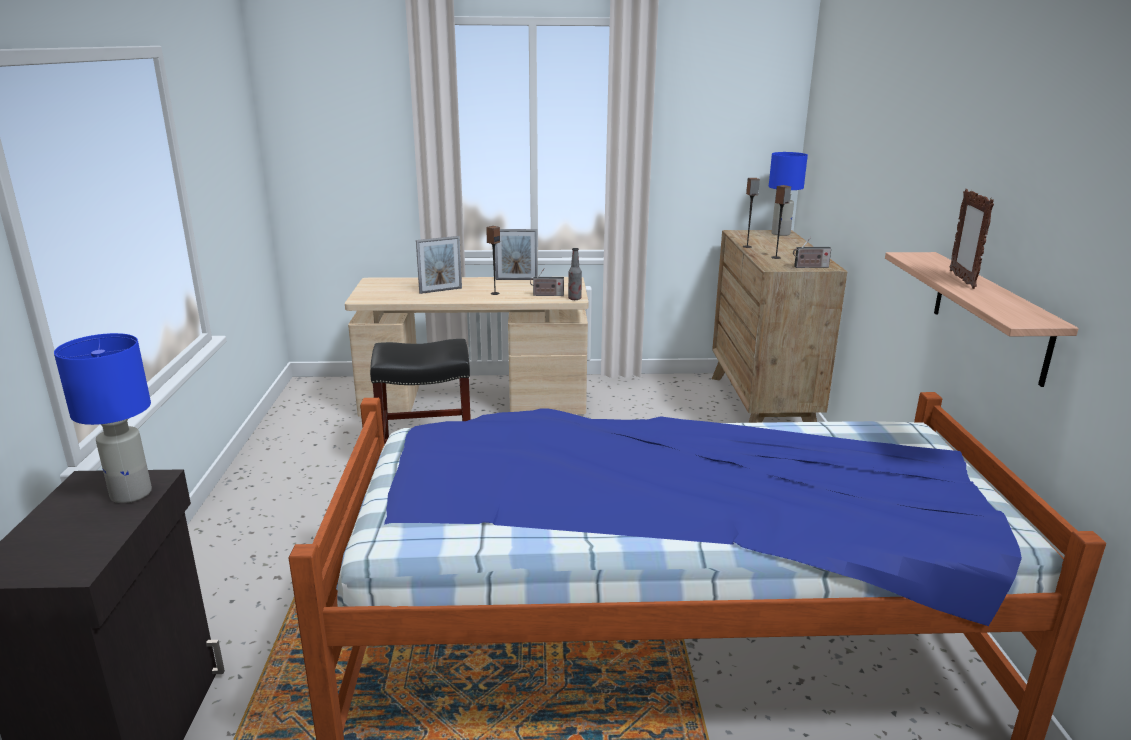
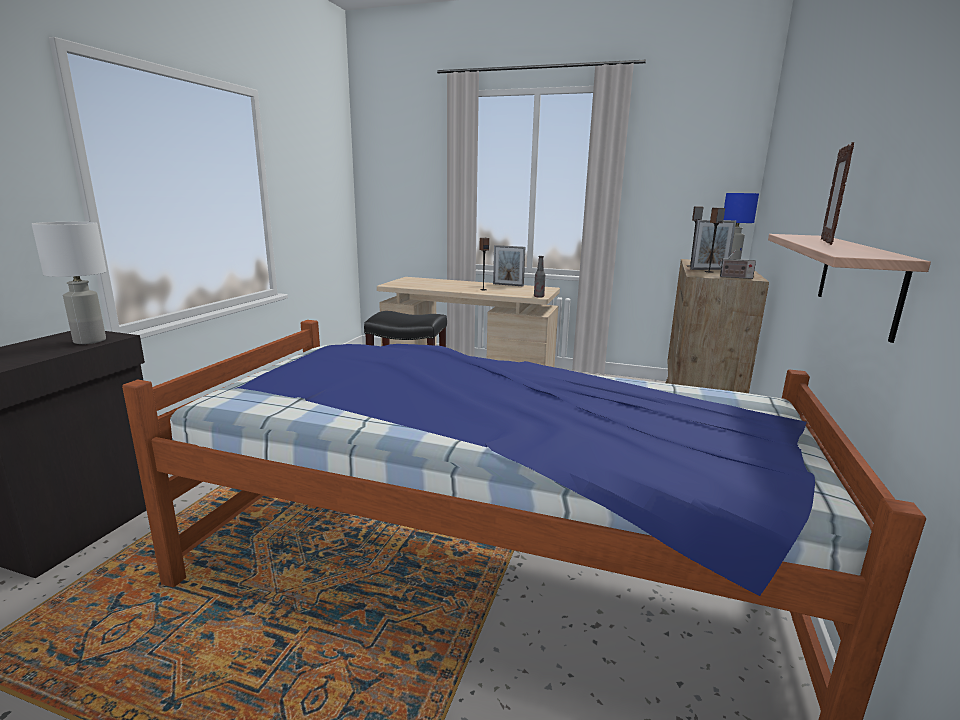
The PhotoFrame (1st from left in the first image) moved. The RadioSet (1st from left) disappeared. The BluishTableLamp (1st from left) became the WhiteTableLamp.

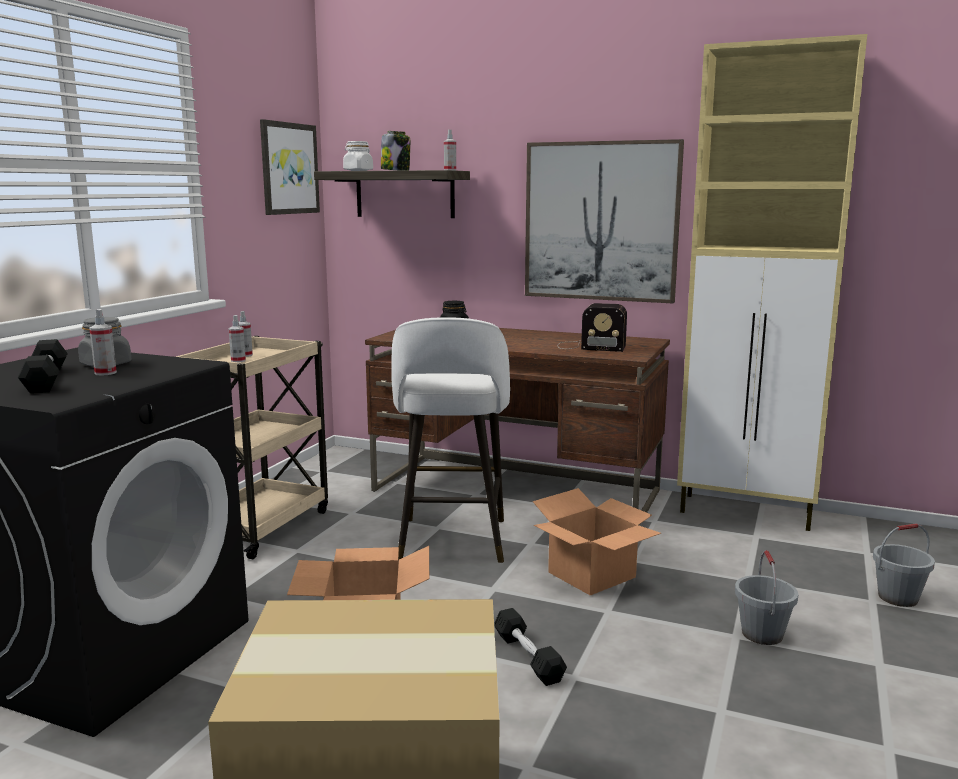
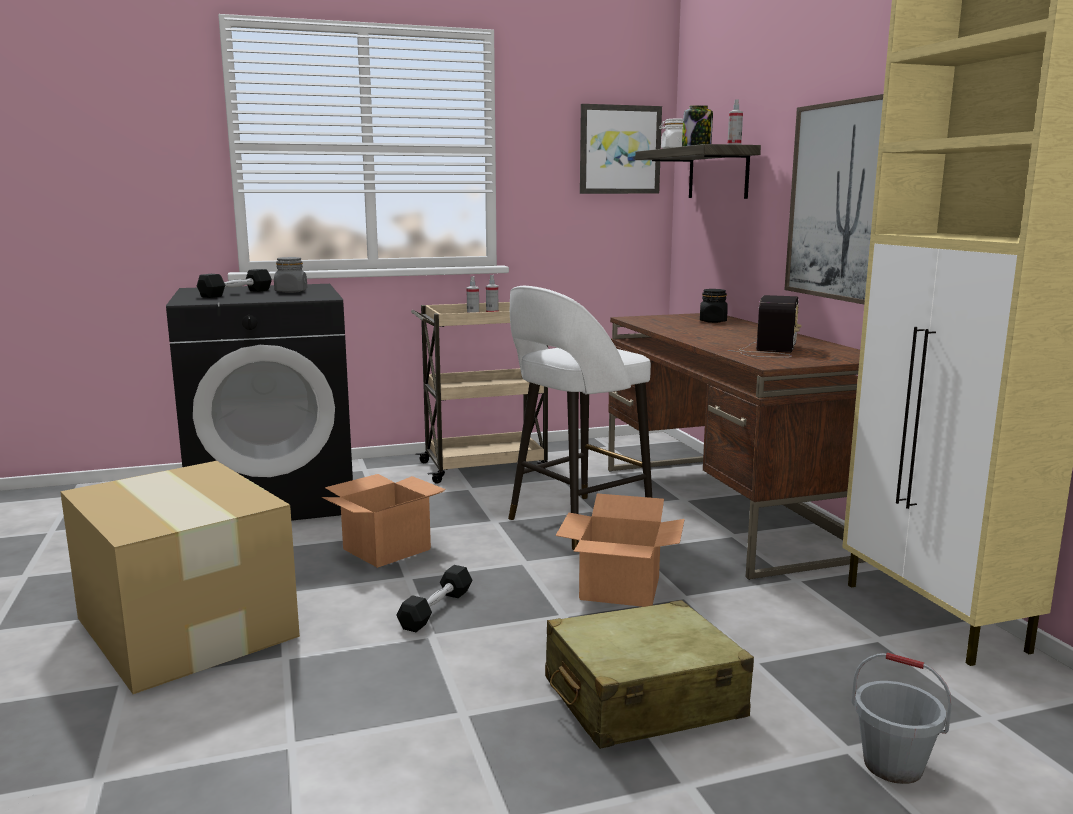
The RadioSet turned 135 degrees counterclockwise. The Sprayer (1st from left) disappeared. The GrayWaterBucket (1st from left) was replaced by the BeigeSuitcase.

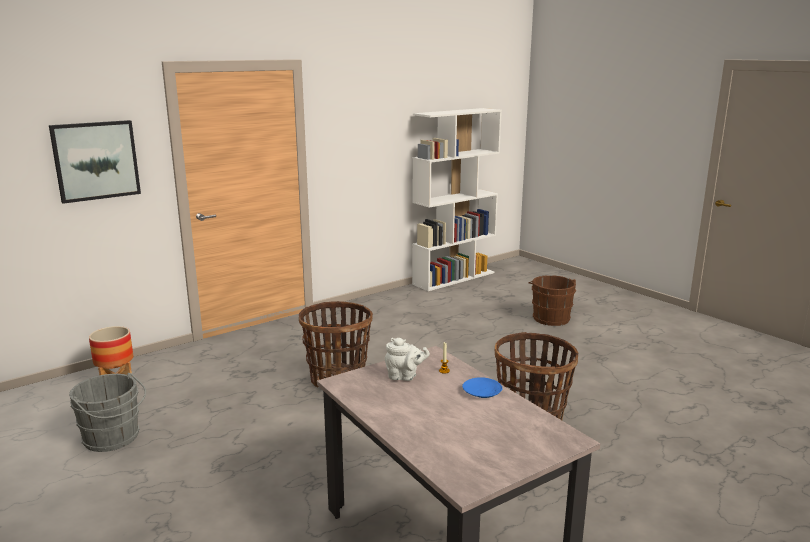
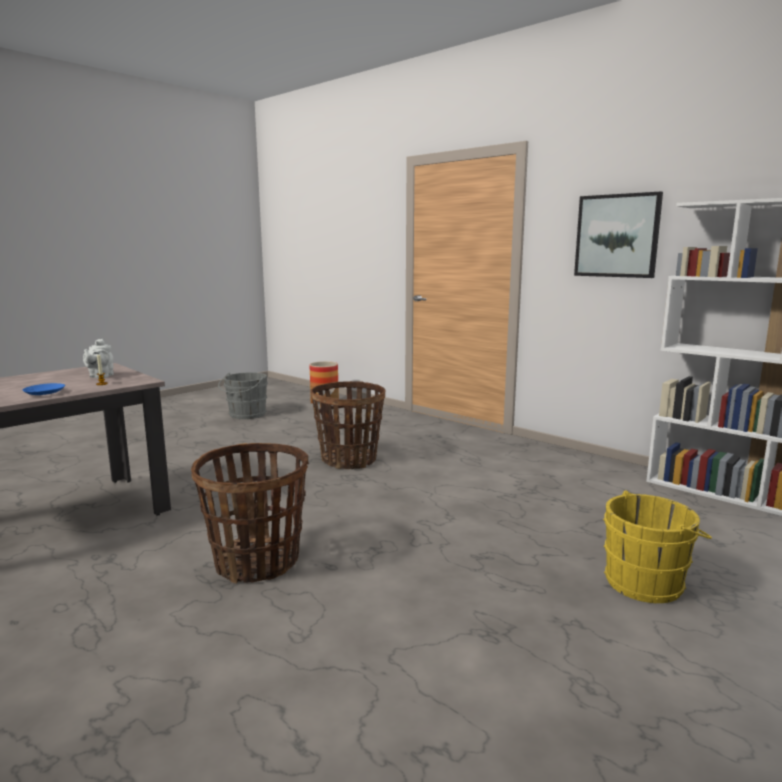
The WallArt moved. The BrownishWaterBucket became the YellowColouredWaterBucket.

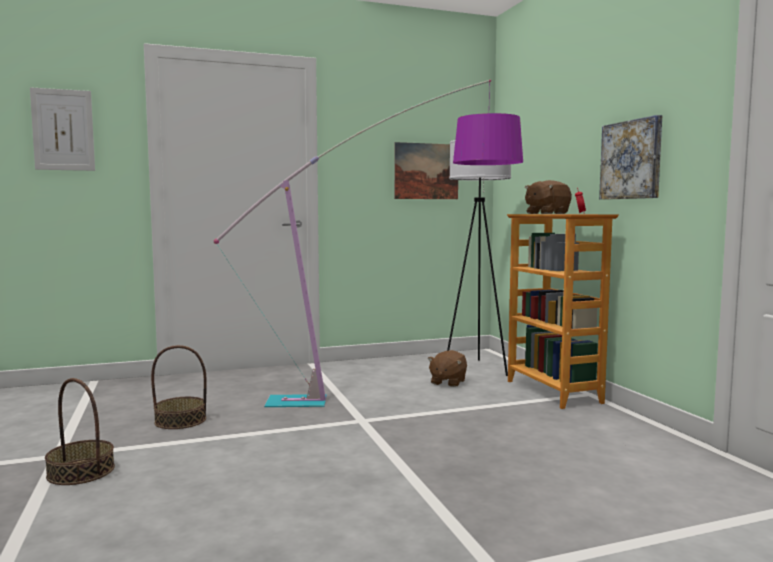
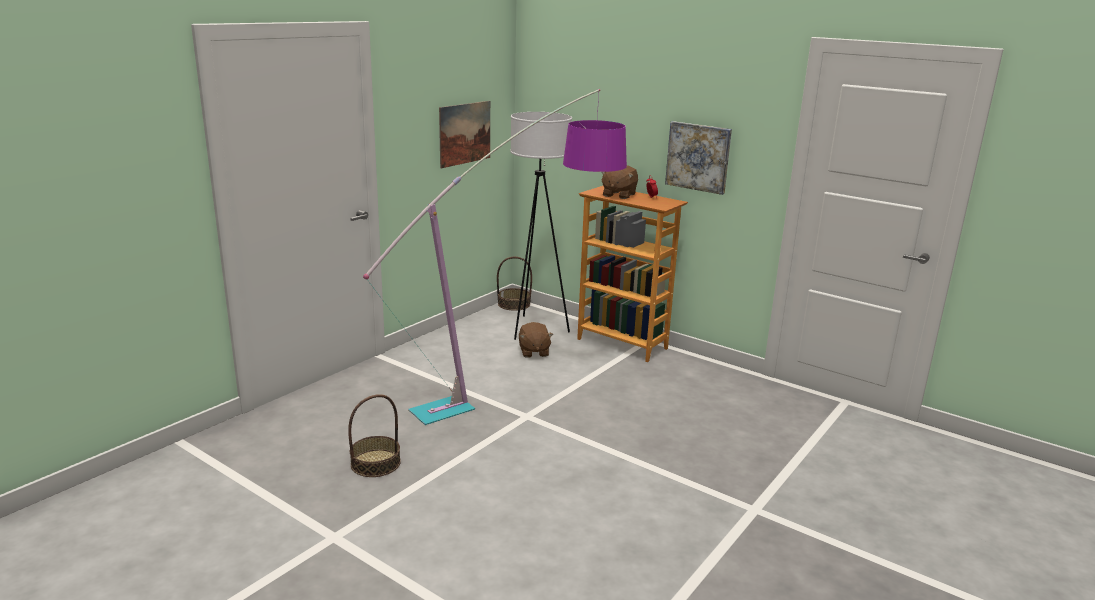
The WallArt (1st from left) disappeared. The StorageBasket (1st from left in the first image) moved.

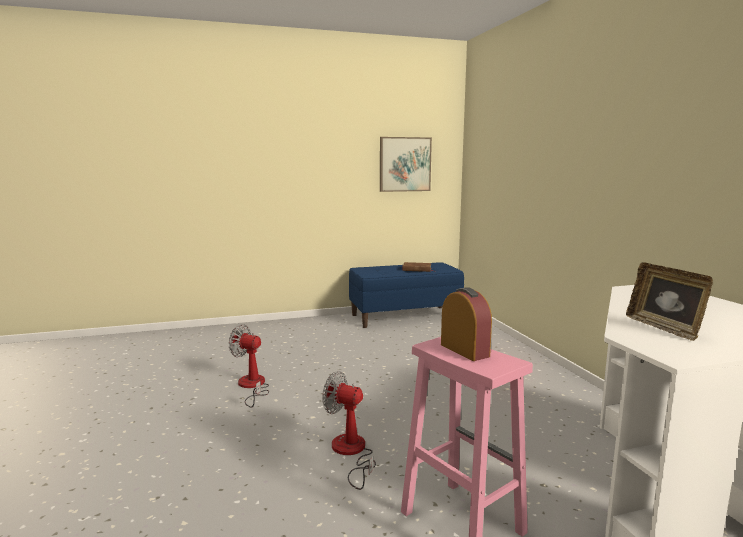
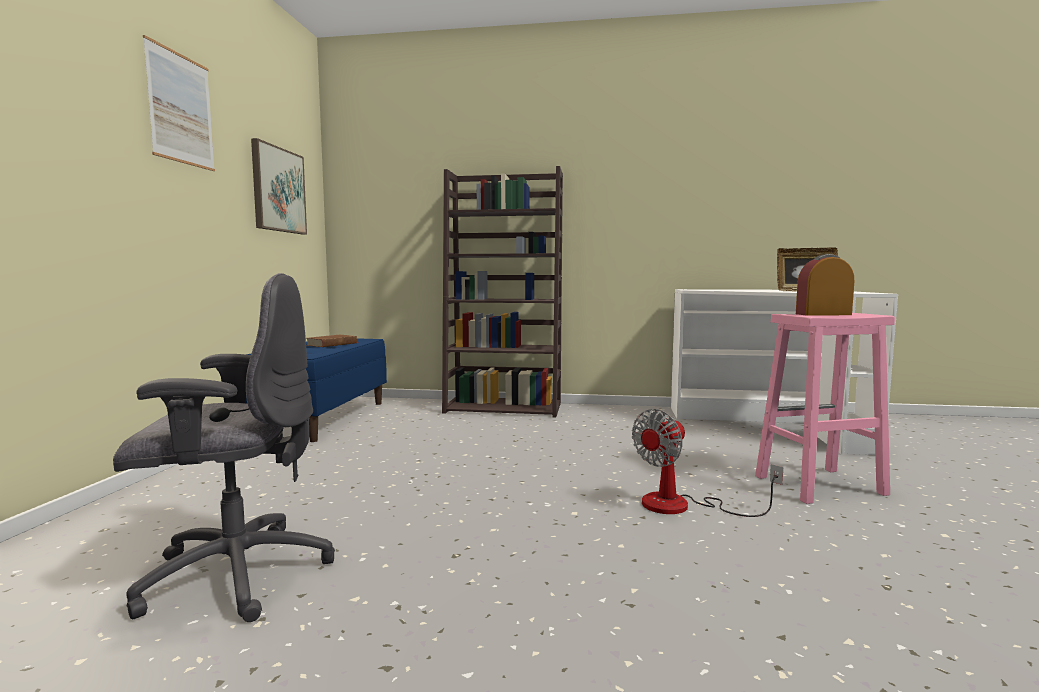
The ElectricFan (1st from left) disappeared. The WallArt (1st from left) appeared. The BrownishShelvingUnit appeared. The GrayOfficeChair appeared.

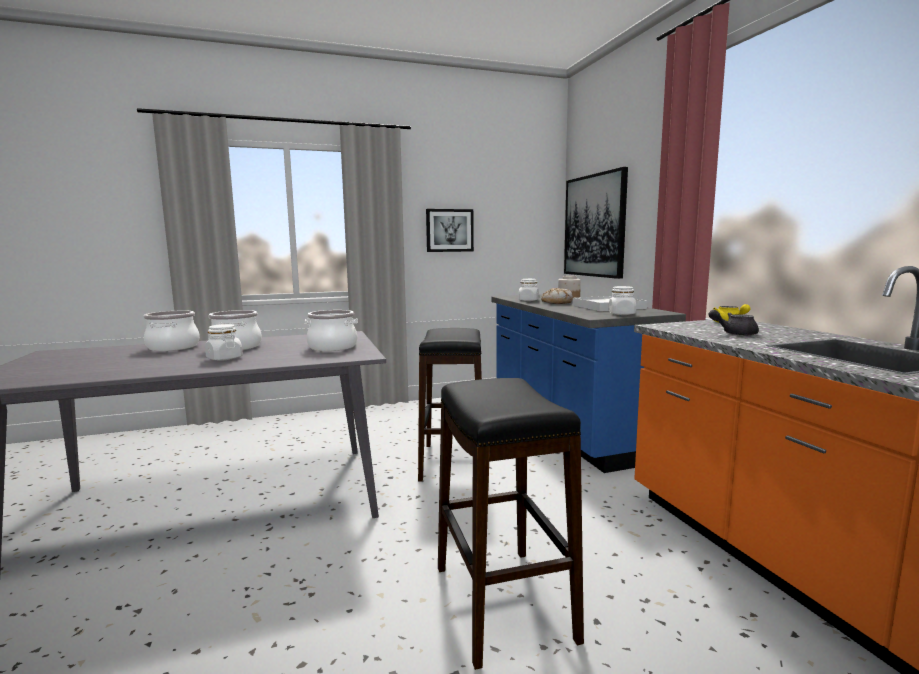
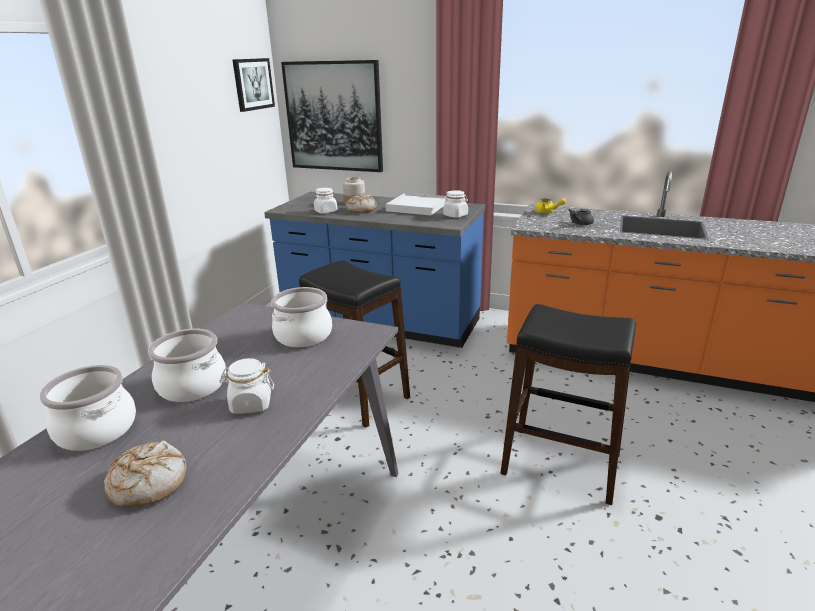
The WallArt (1st from left) moved. The Bread (1st from left) appeared.

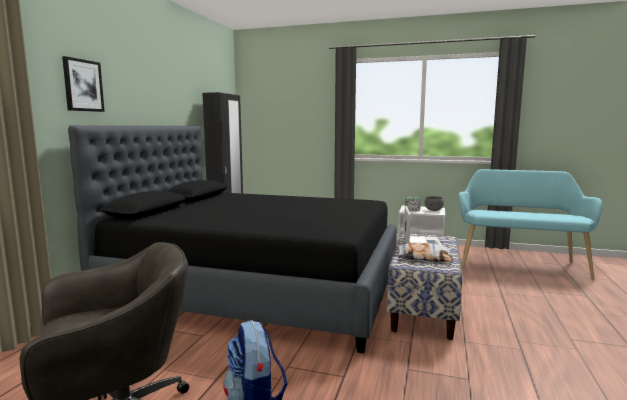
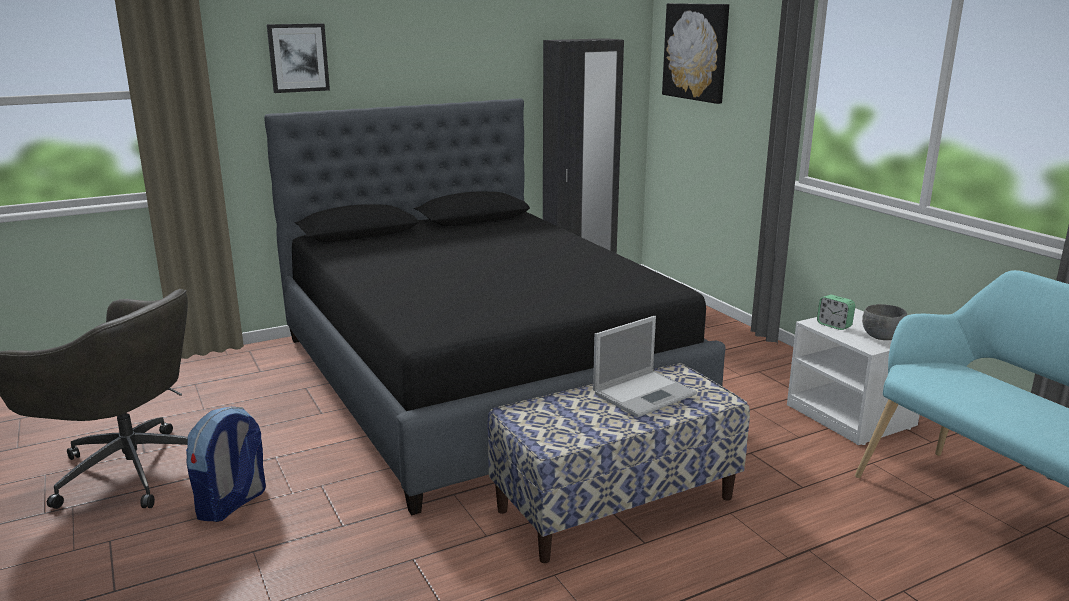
The Pillow disappeared. The WallArt (2nd from left) appeared.

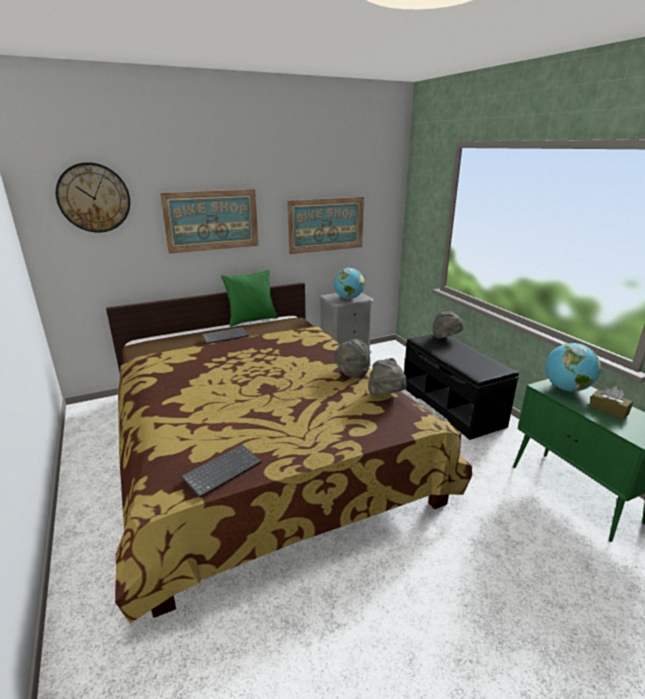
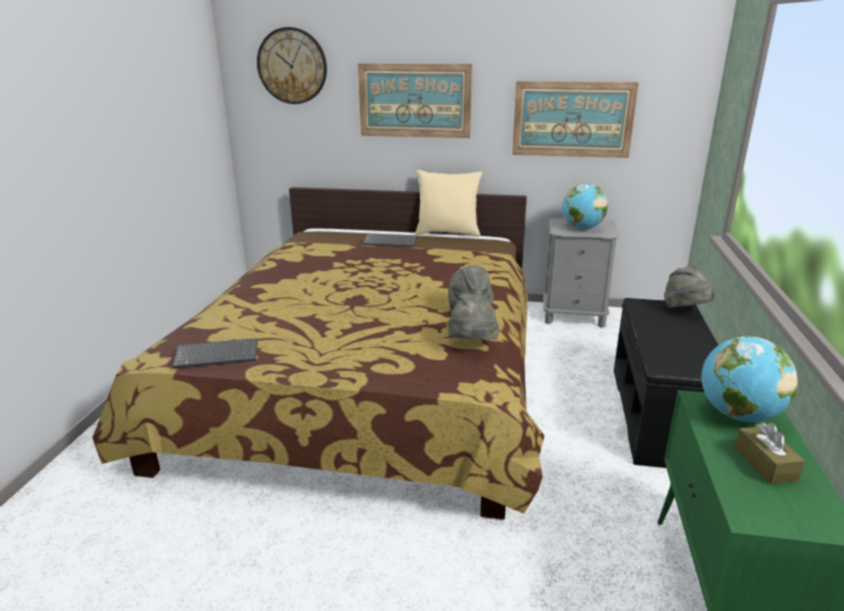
The GreenishPillow became the BeigePillow.

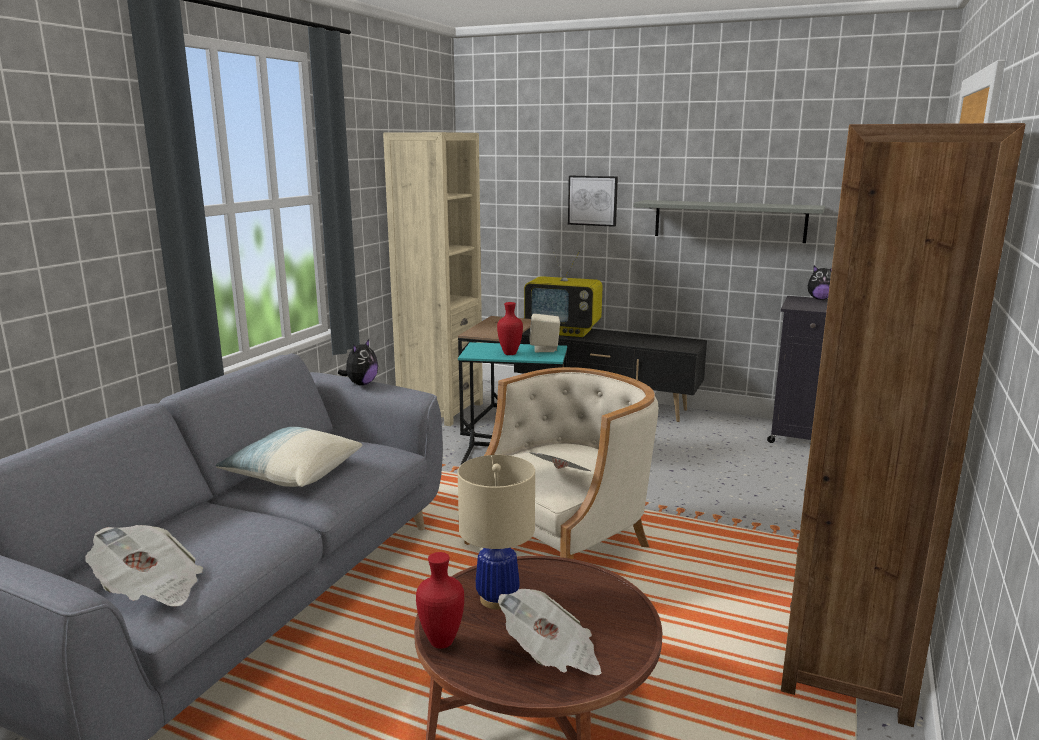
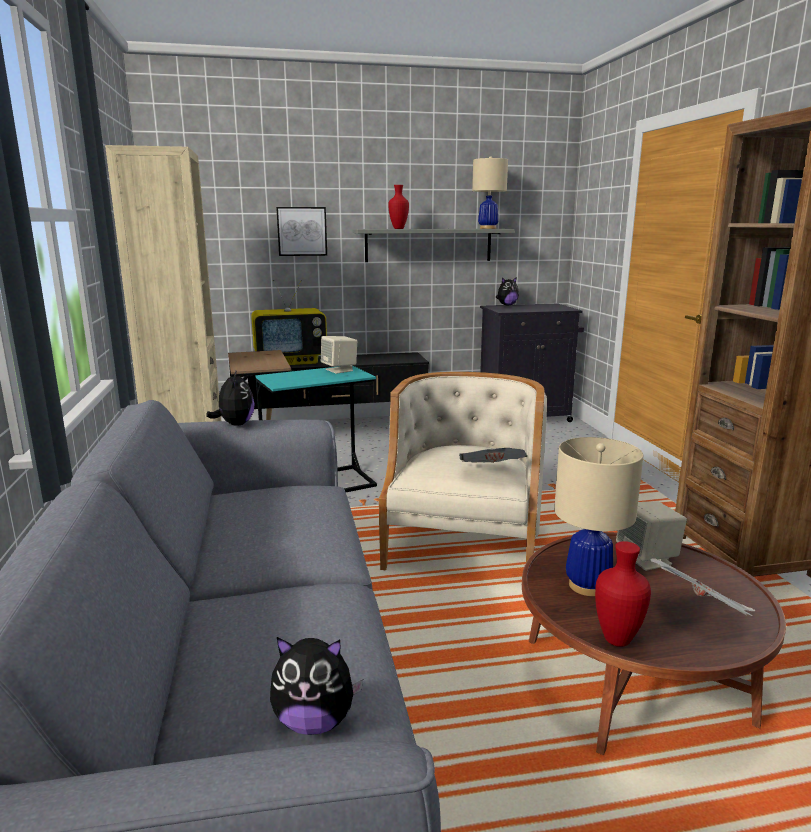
The RedVase (2nd from left in the first image) moved. The Pillow disappeared. The Newspaper (1st from left) was replaced by the CuddlyToy (2nd from left). The BeigeTableLamp (1st from left) appeared. The BeigeSpeaker (2nd from left) appeared.

